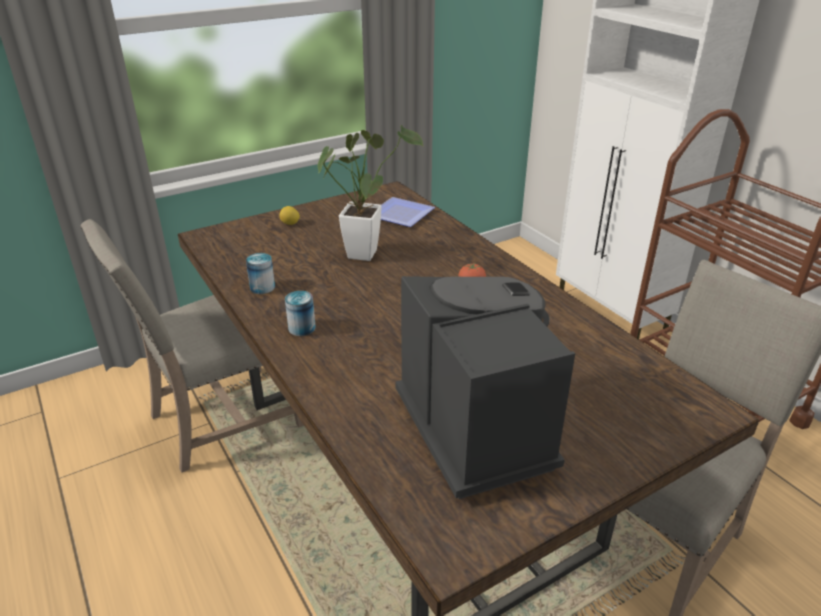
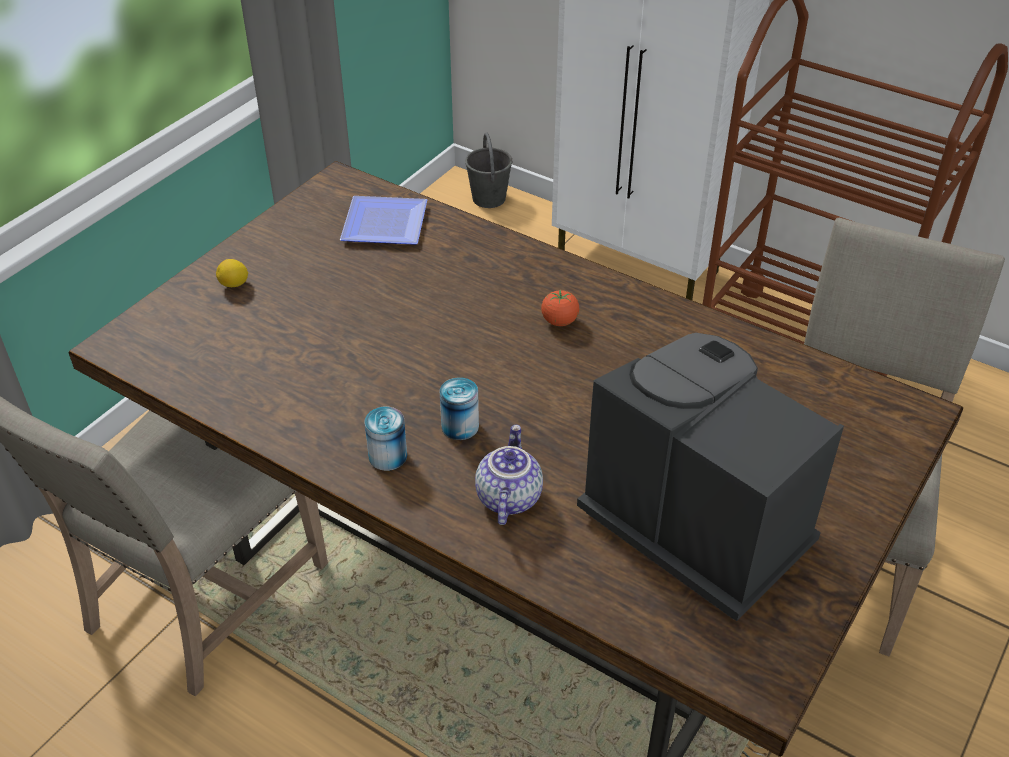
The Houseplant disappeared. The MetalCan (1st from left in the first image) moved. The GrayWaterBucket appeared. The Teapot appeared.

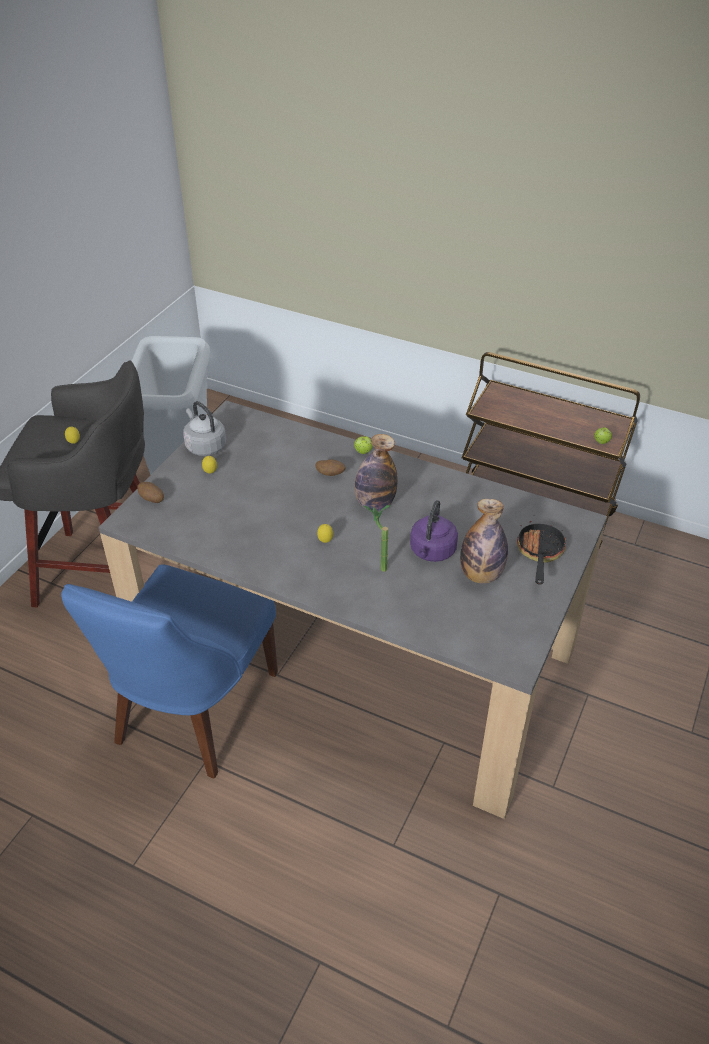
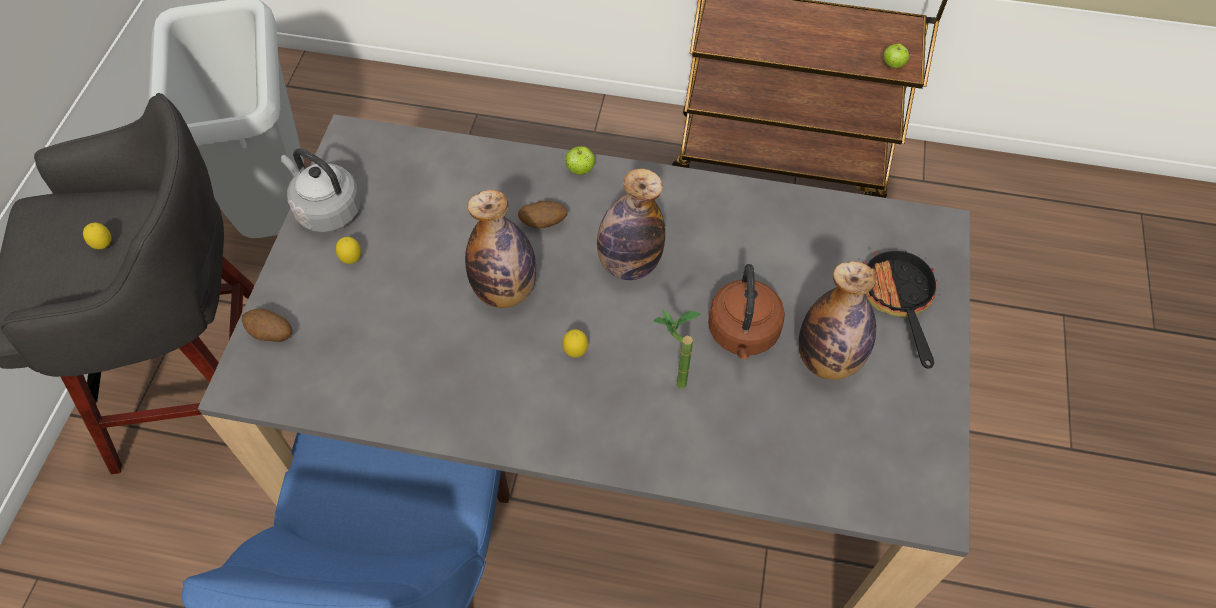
The PurplishKettle became the BrownishKettle. The Bottle (1st from left) appeared.

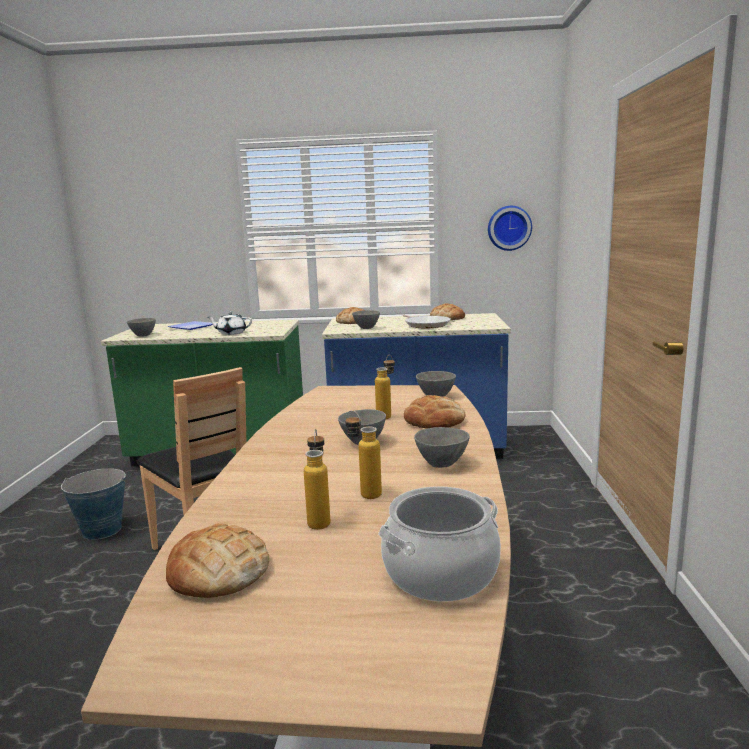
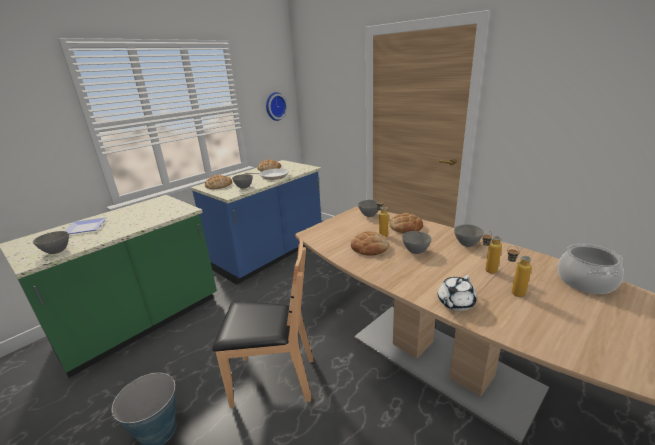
The WhiteTeapot moved. The Bread (1st from left in the first image) moved.

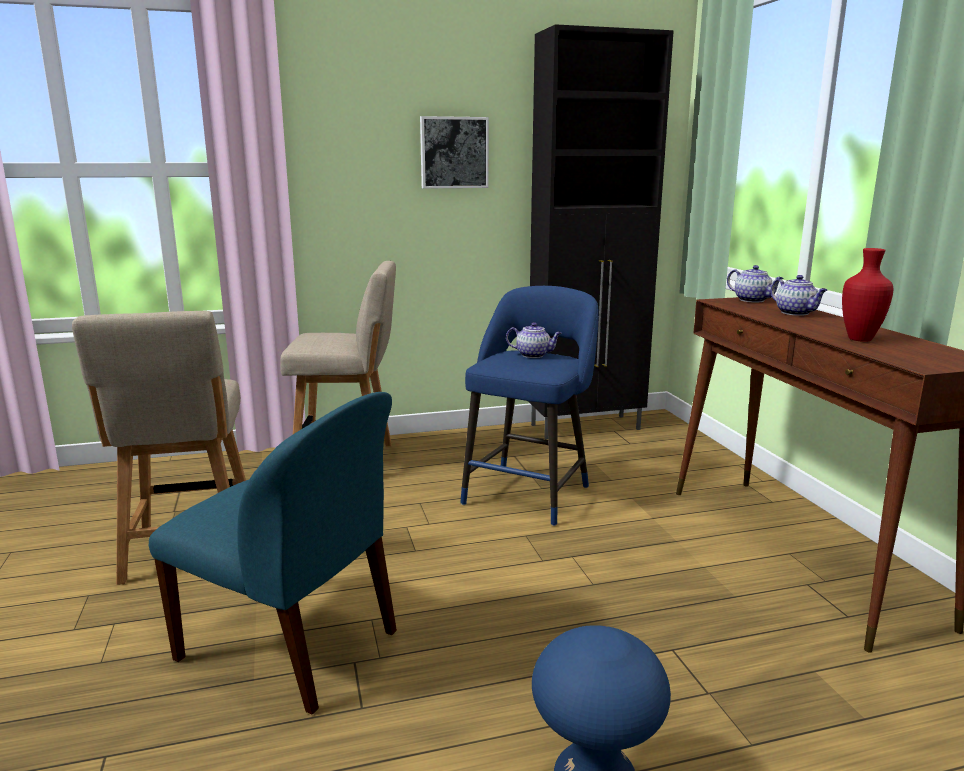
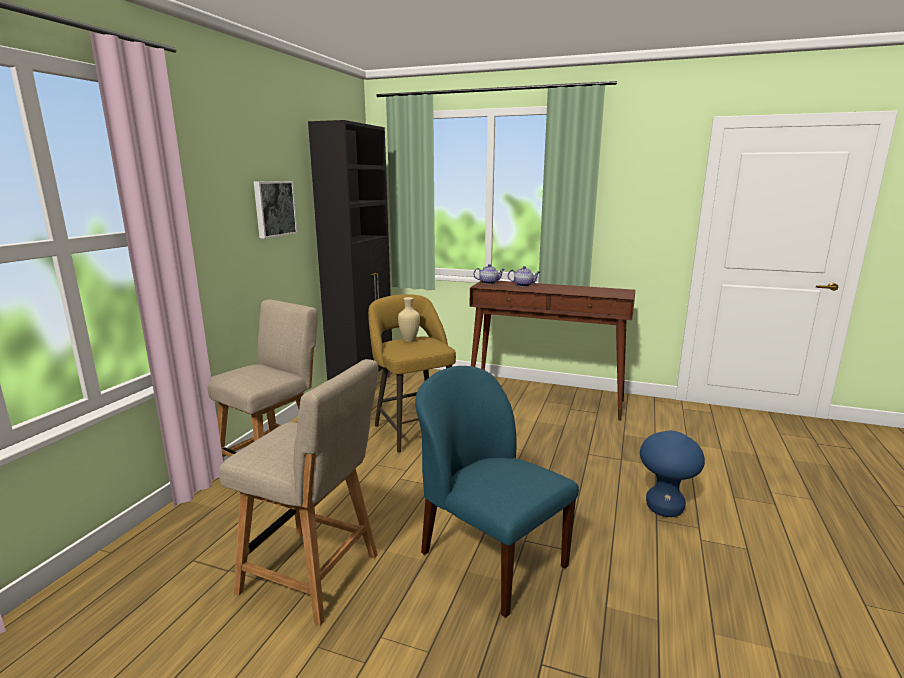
The RedVase disappeared. The BluishStoolSeat (1st from left) became the YellowColouredStoolSeat. The Teapot (1st from left) was replaced by the BeigeVase. The BluishUprightChair turned 105 degrees counterclockwise.

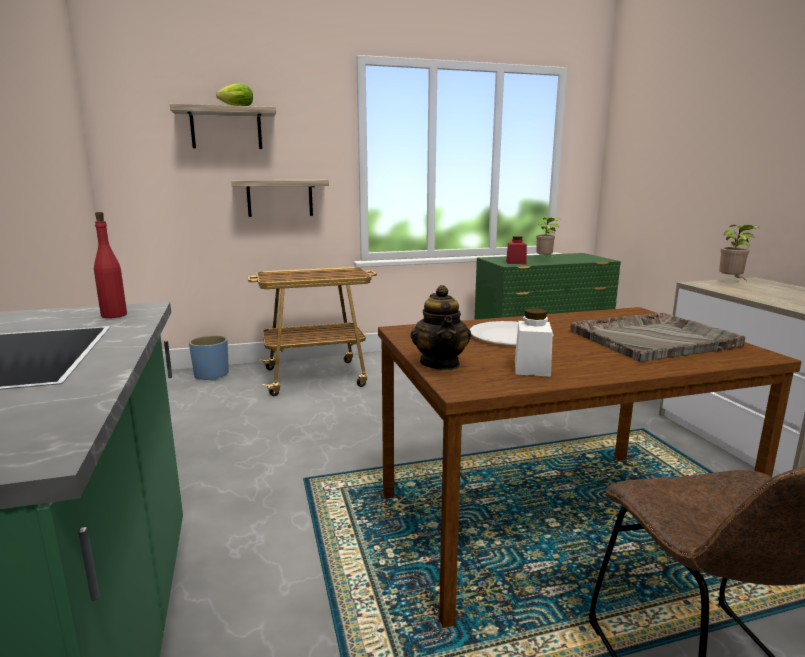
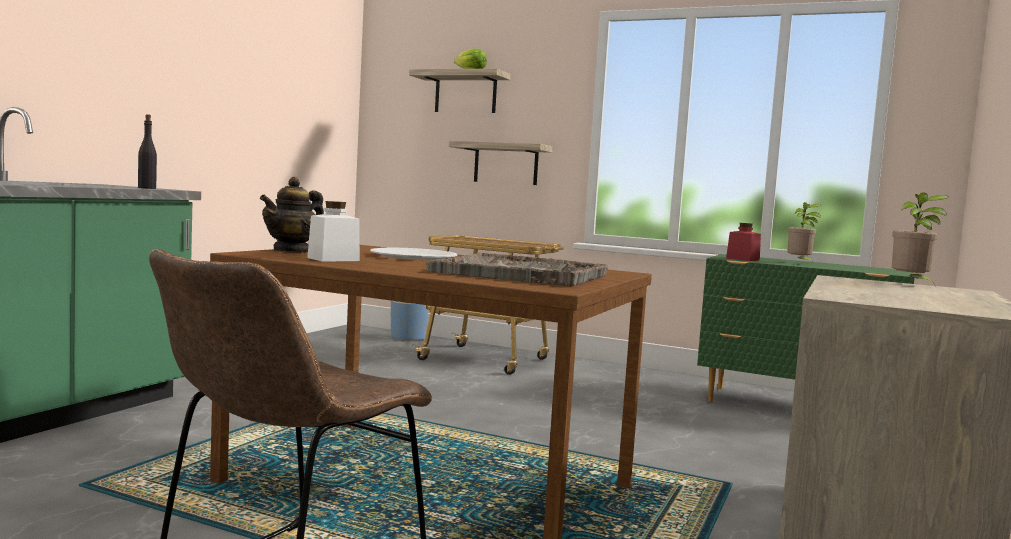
The RedBottle became the BlackColouredBottle.

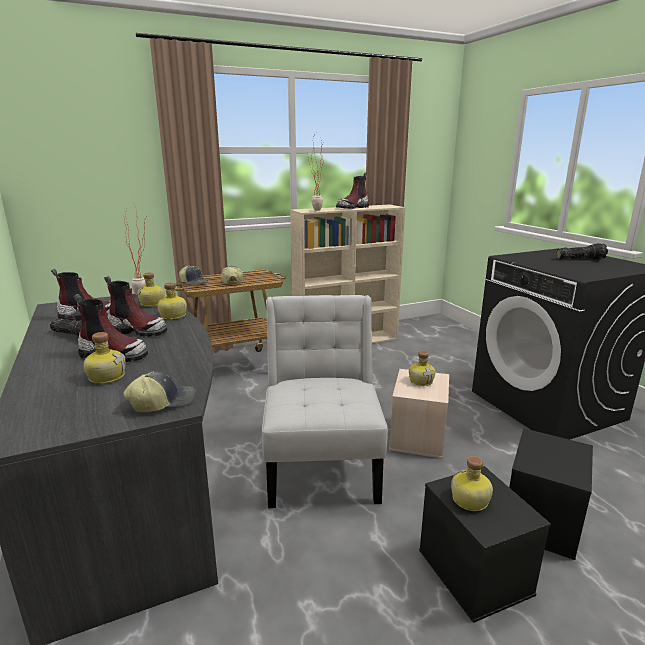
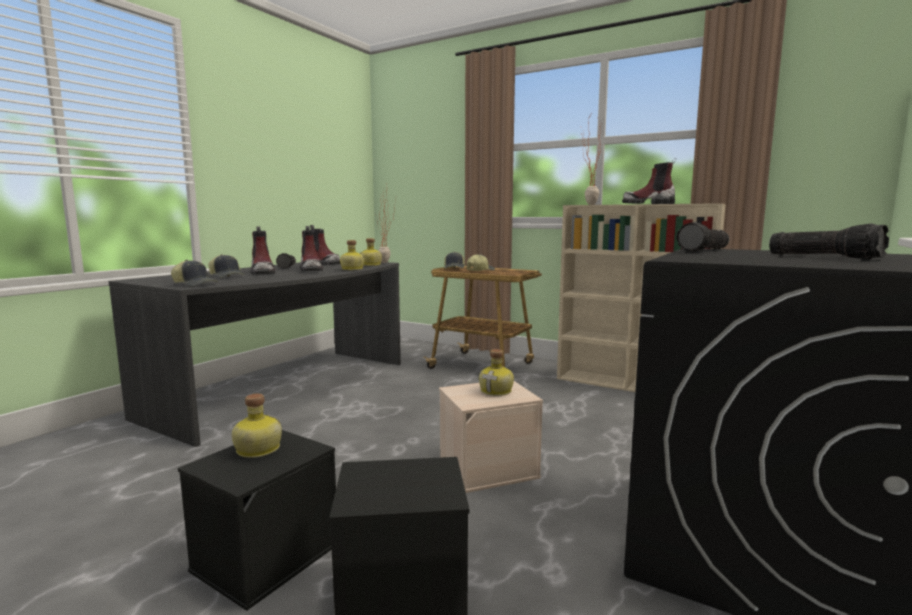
The WhiteUprightChair disappeared. The Bottle (1st from left) was replaced by the BaseballCap (2nd from left). The Flashlight (2nd from left) appeared.

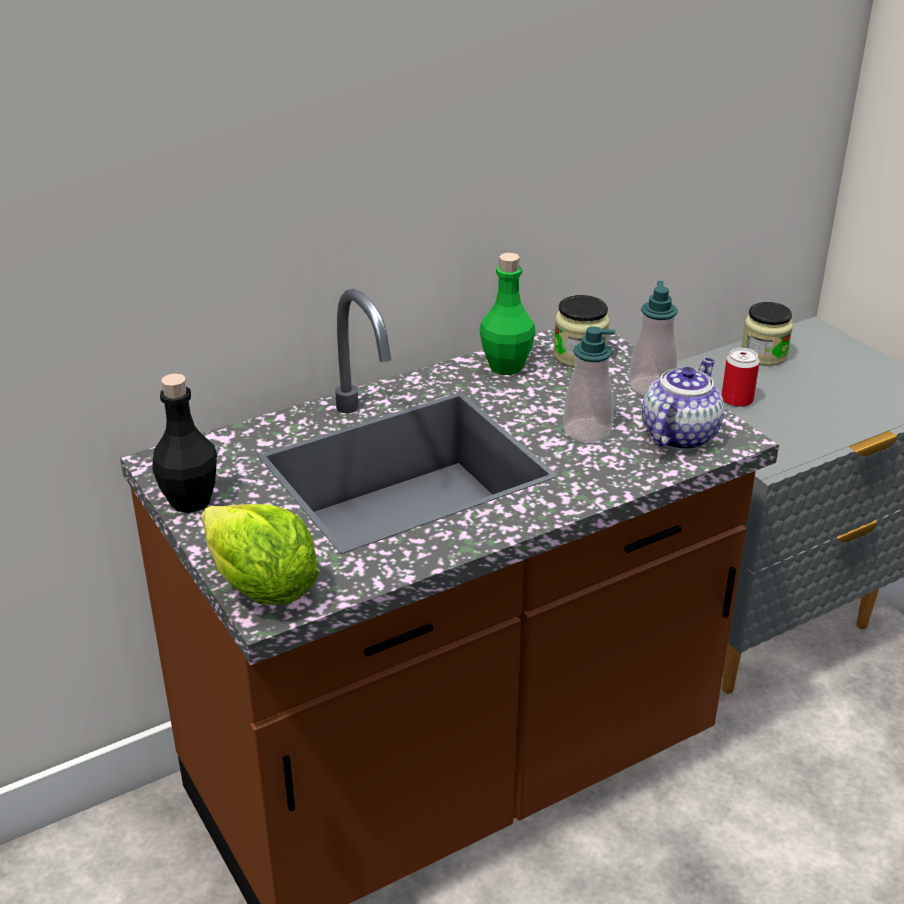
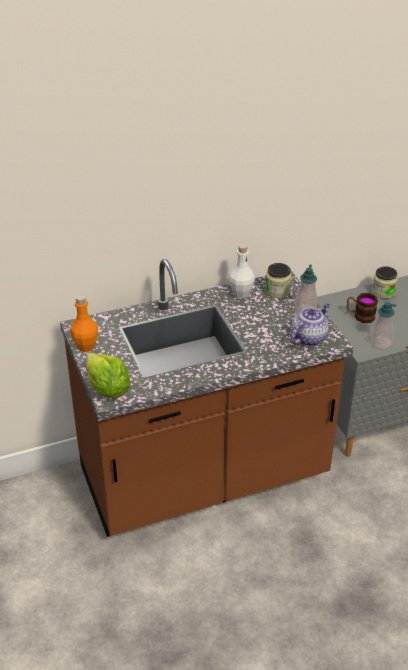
The GreenishBottle became the WhiteBottle. The SoapBottle (1st from left in the first image) moved. The MetalCan was replaced by the TeaMug. The BlackColouredBottle became the OrangeyBottle.

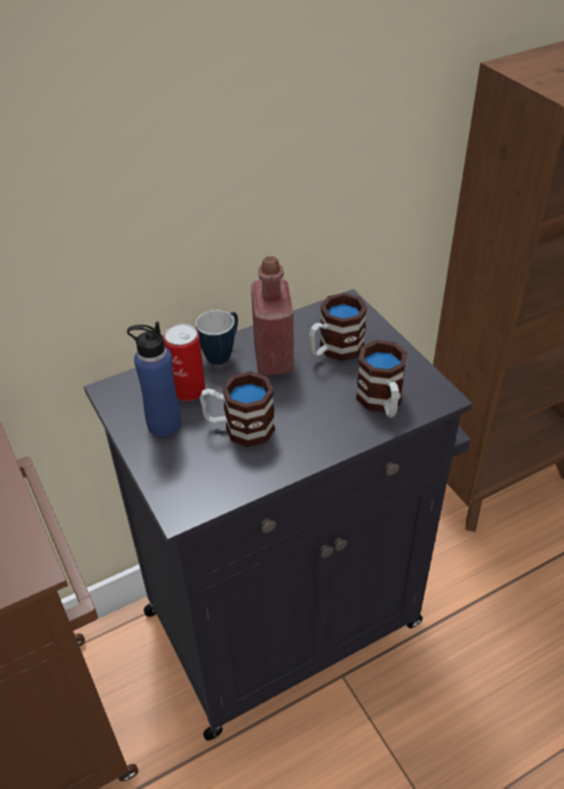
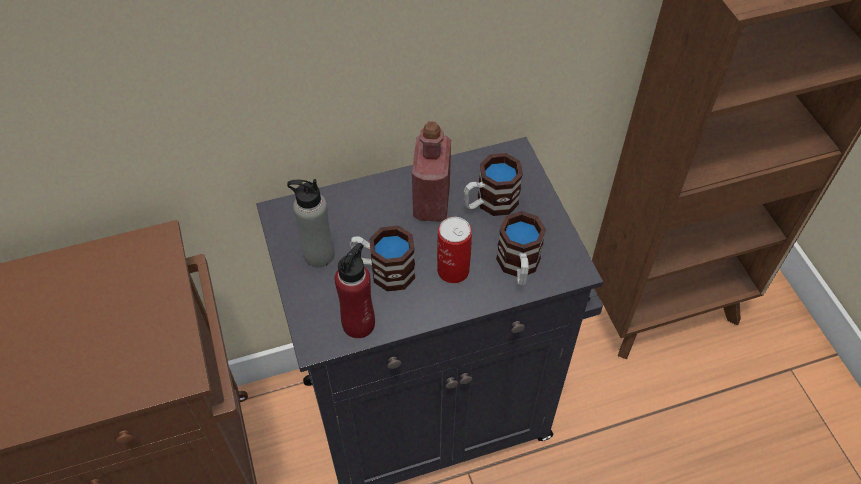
The TeaMug (1st from left) disappeared. The BluishBottle became the GrayBottle. The MetalCan moved. The RedBottle (1st from left) appeared.

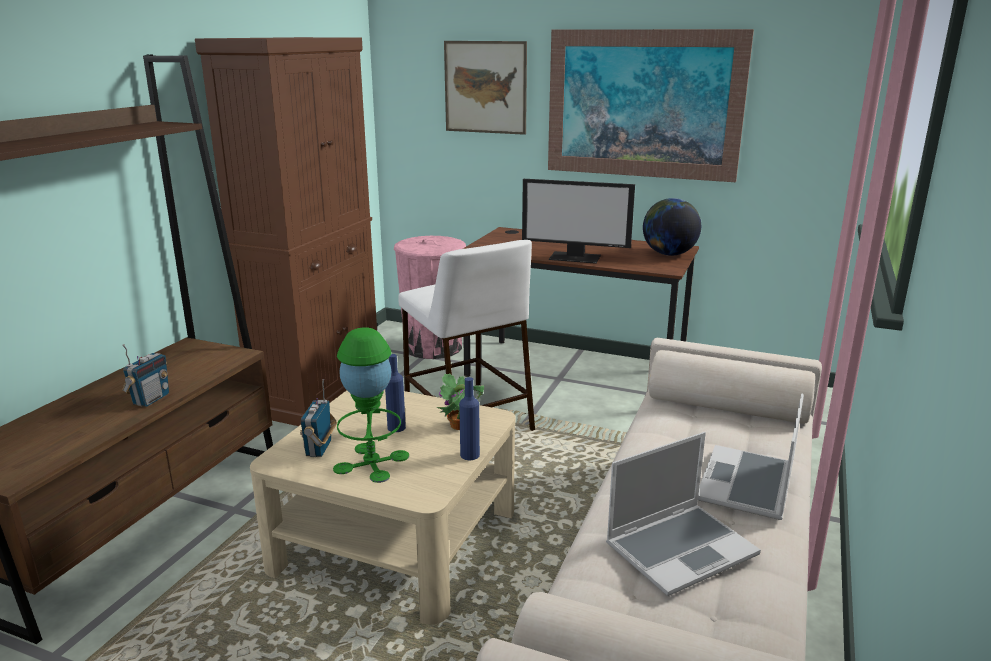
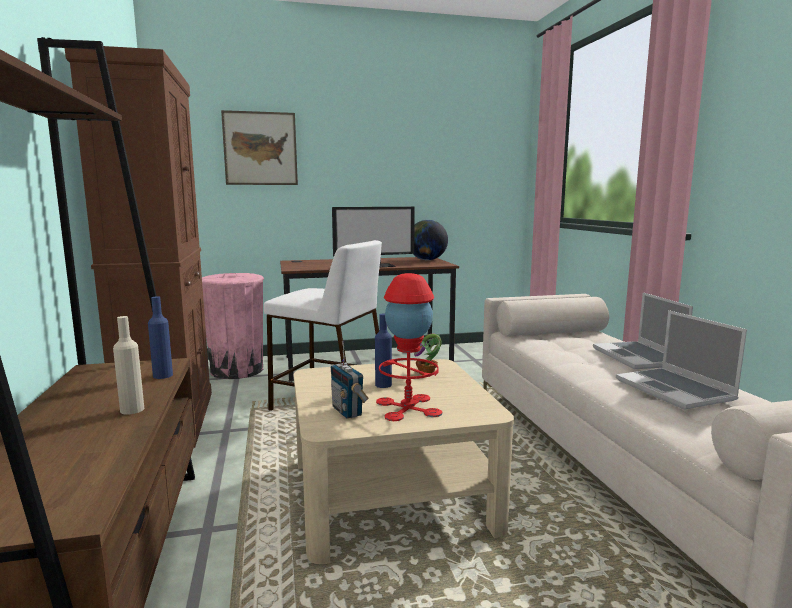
The WallArt (2nd from left) disappeared. The GreenishTableLamp became the RedTableLamp. The RadioSet (1st from left) was replaced by the BeigeBottle. The BluishBottle (2nd from left in the first image) moved. The Laptop (1st from left in the first image) turned 135 degrees clockwise.

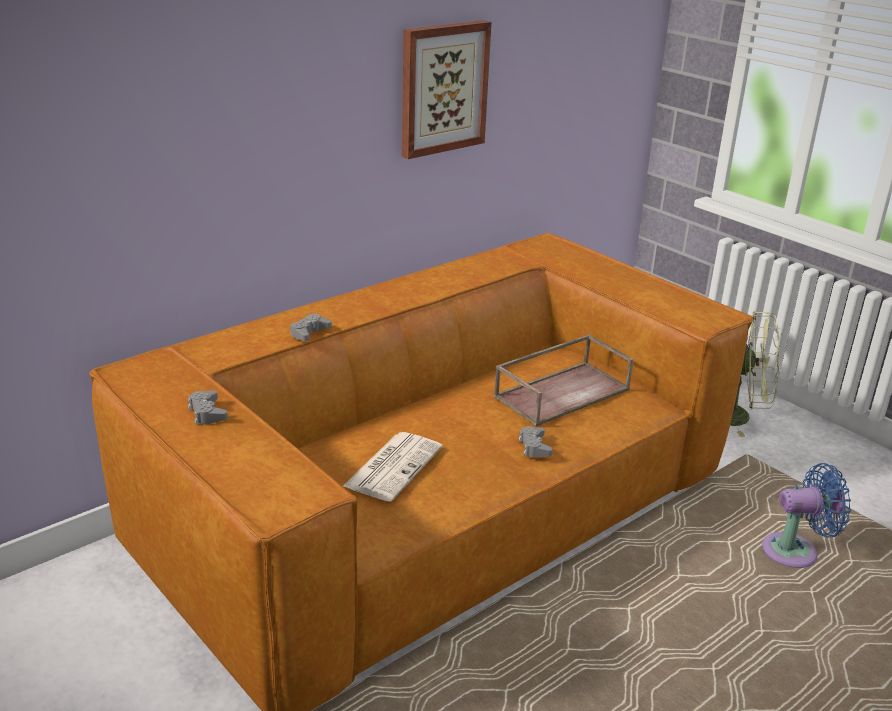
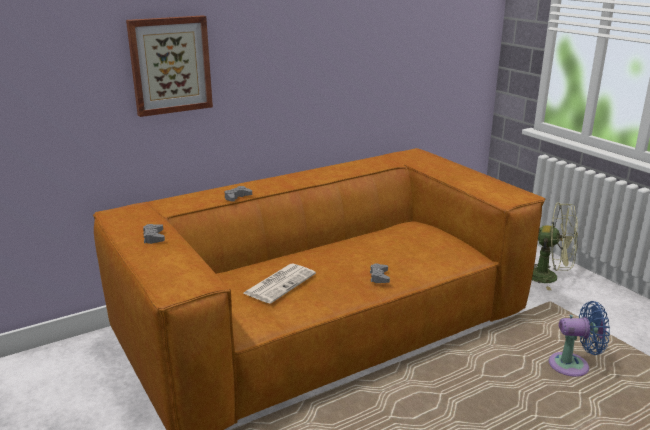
The WallArt moved. The BrownishServingTray disappeared.

